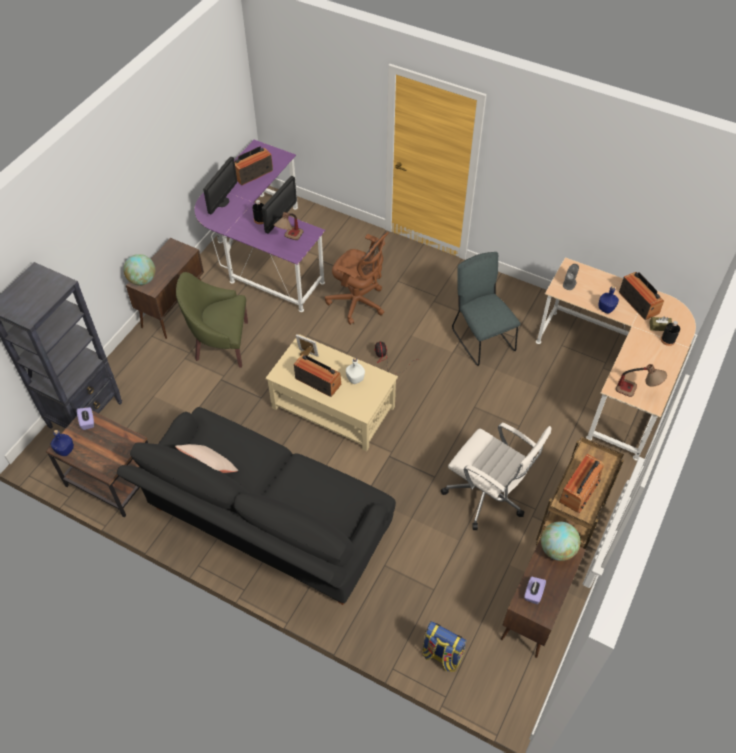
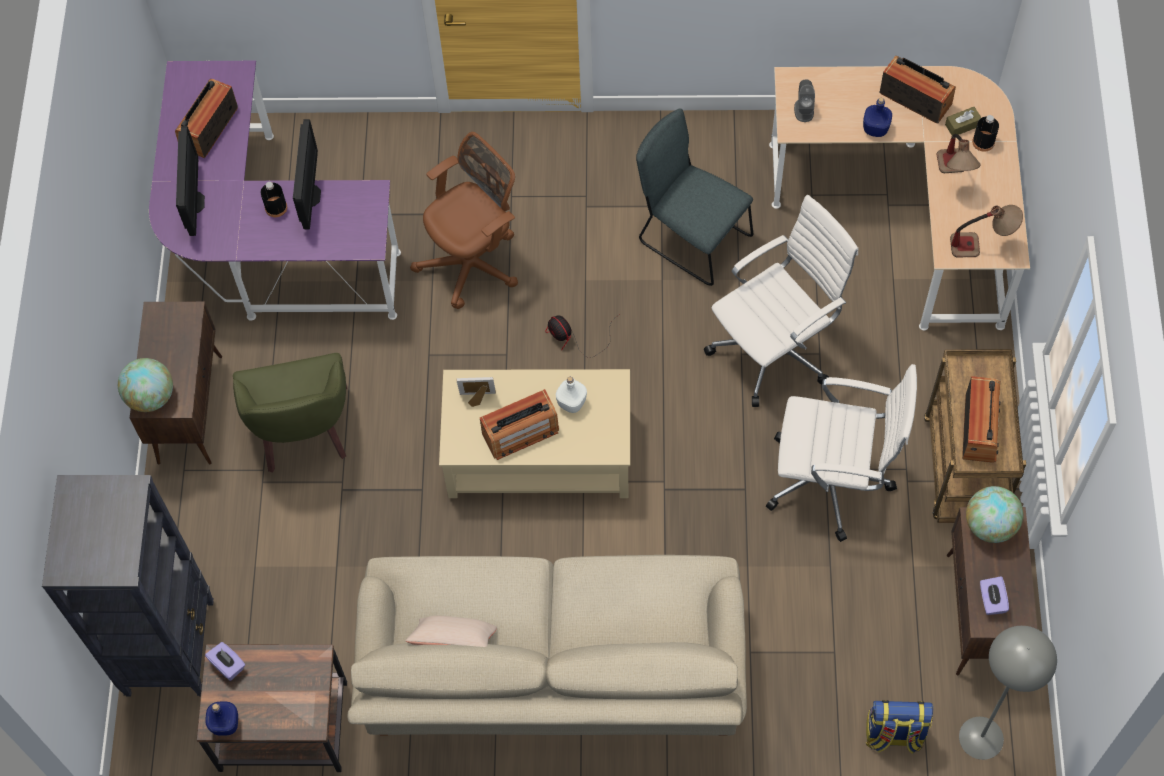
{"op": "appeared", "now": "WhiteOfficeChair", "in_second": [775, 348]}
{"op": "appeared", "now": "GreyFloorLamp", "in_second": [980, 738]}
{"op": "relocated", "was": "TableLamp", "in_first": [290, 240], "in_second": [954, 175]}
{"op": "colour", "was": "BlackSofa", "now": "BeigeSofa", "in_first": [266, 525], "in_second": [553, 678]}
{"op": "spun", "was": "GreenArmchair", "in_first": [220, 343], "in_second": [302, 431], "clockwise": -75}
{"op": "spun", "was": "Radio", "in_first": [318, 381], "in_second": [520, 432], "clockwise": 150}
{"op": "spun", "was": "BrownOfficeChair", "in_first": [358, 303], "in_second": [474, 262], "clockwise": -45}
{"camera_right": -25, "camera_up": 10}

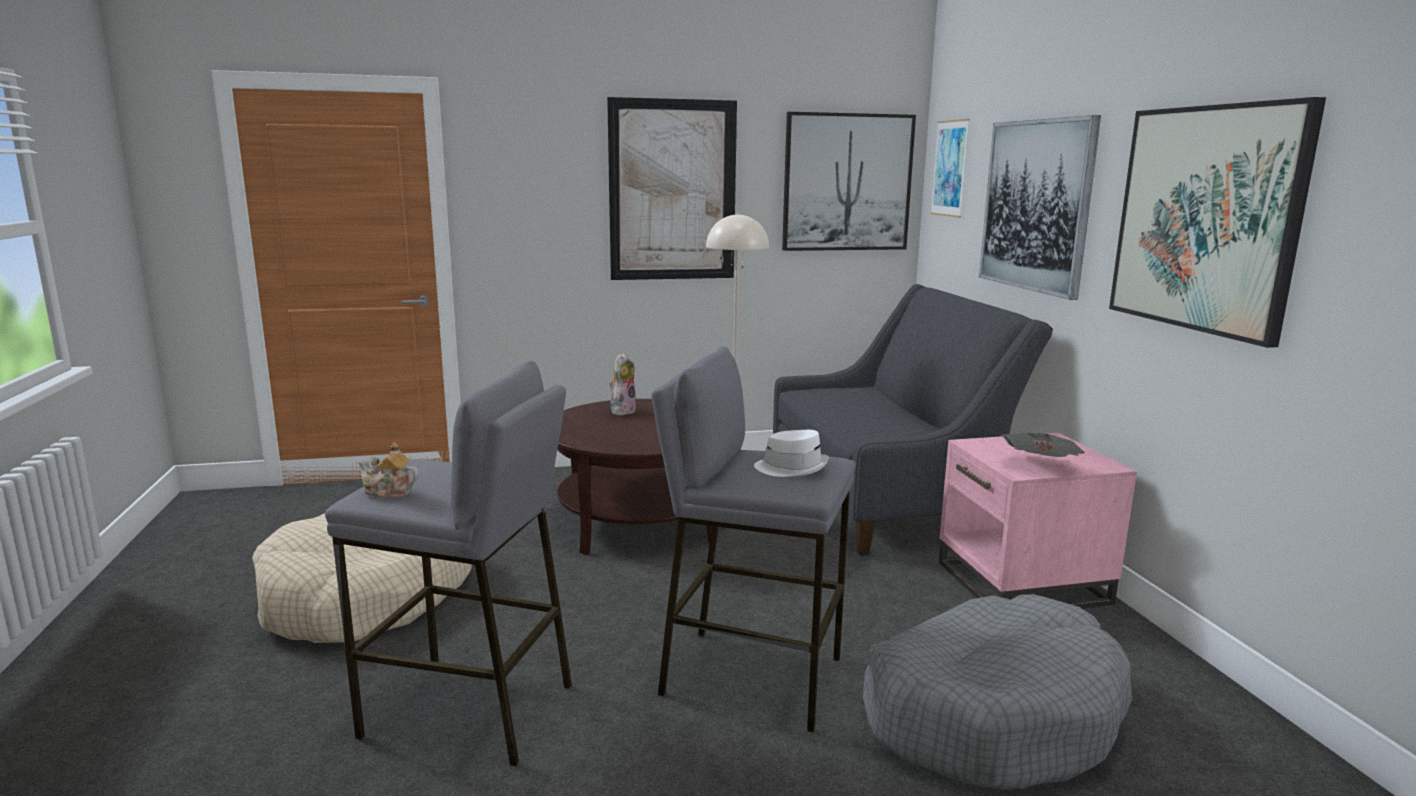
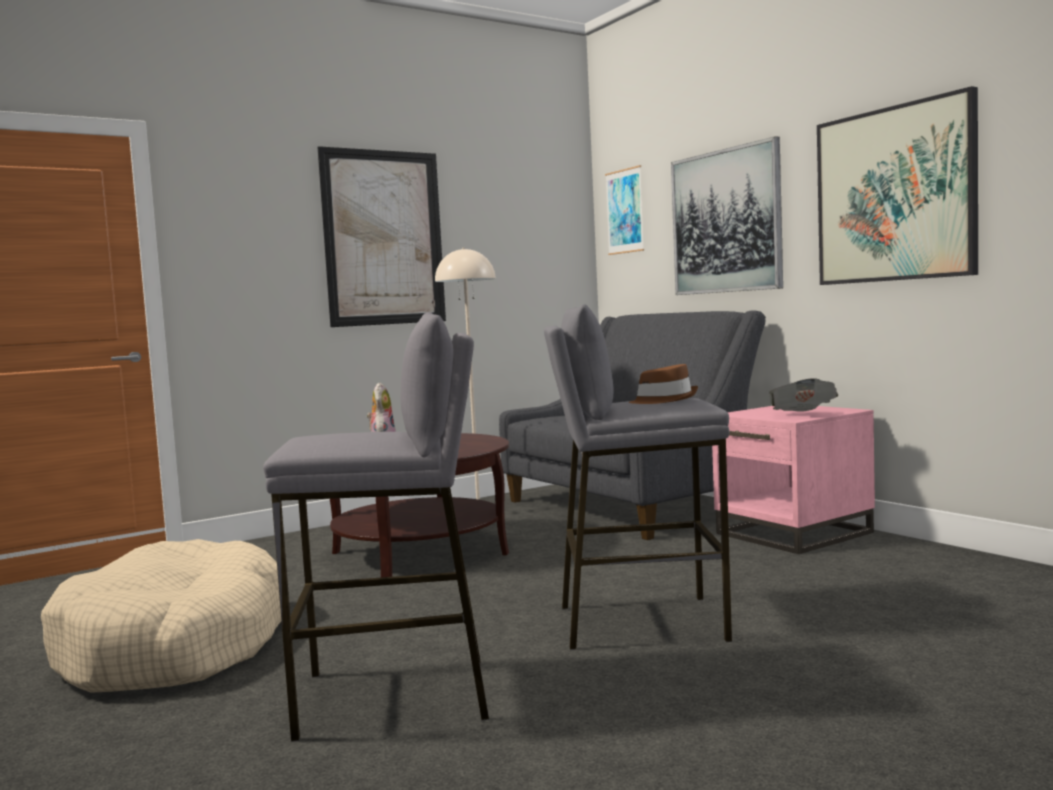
{"op": "missing", "was": "Teapot", "in_first": [388, 492]}
{"op": "missing", "was": "Picture", "in_first": [847, 182]}
{"op": "missing", "was": "GreyDogBed", "in_first": [991, 714]}
{"op": "colour", "was": "WhiteHat", "now": "BrownHat", "in_first": [792, 467], "in_second": [664, 400]}
{"camera_right": -20, "camera_up": -10}

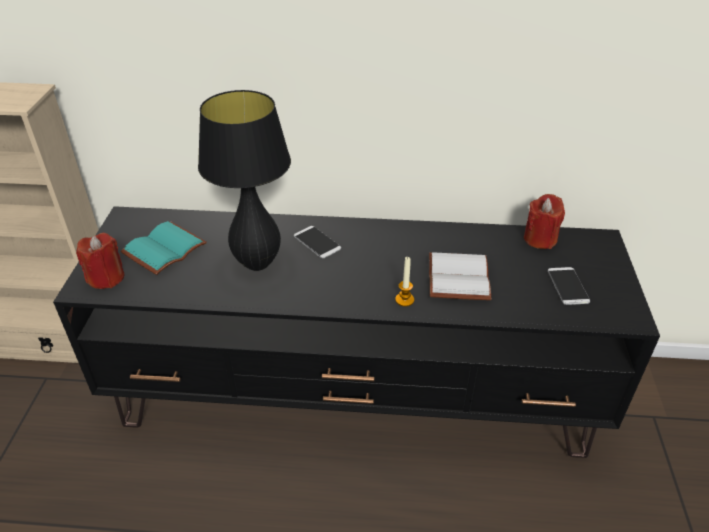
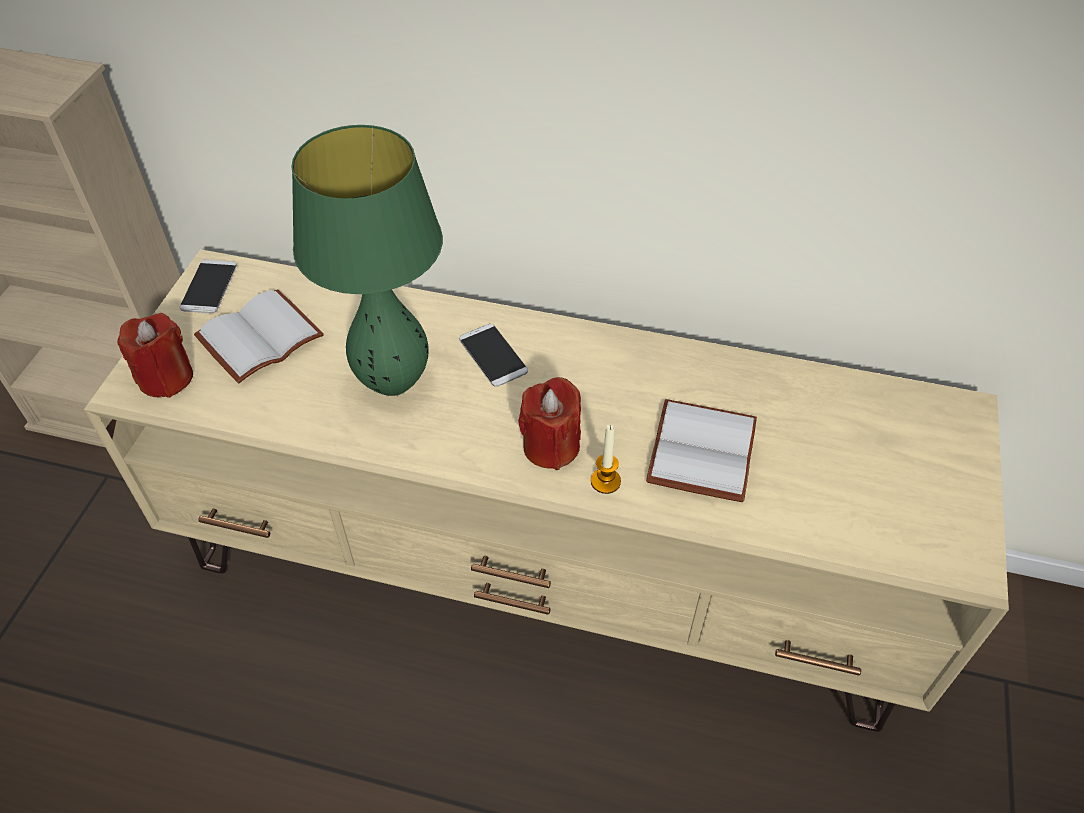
{"op": "relocated", "was": "RedCandle", "in_first": [540, 239], "in_second": [551, 446]}
{"op": "relocated", "was": "Phone", "in_first": [568, 286], "in_second": [209, 287]}
{"op": "colour", "was": "BlackTvStand", "now": "BeigeTvStand", "in_first": [356, 395], "in_second": [545, 571]}
{"op": "colour", "was": "TurquoiseBook", "now": "WhiteBook", "in_first": [164, 248], "in_second": [260, 335]}
{"op": "colour", "was": "BlackTableLamp", "now": "GreenTableLamp", "in_first": [258, 263], "in_second": [394, 382]}
{"camera_right": 10, "camera_up": 10}

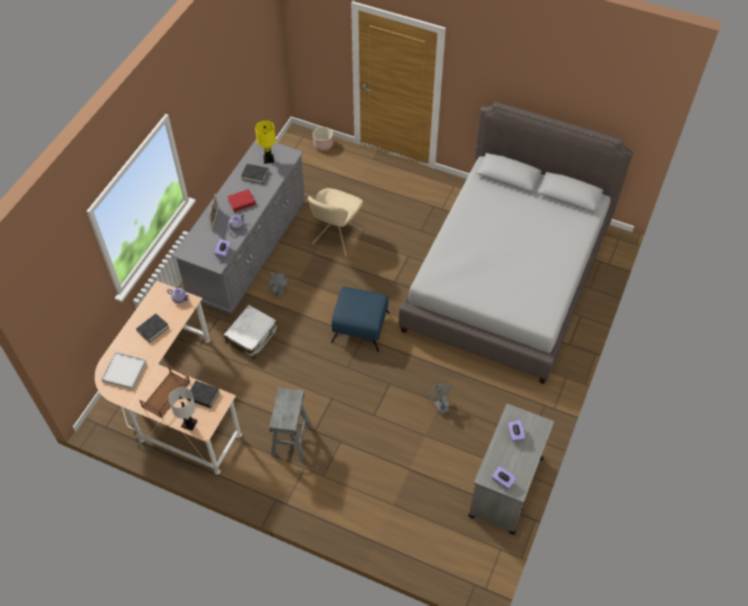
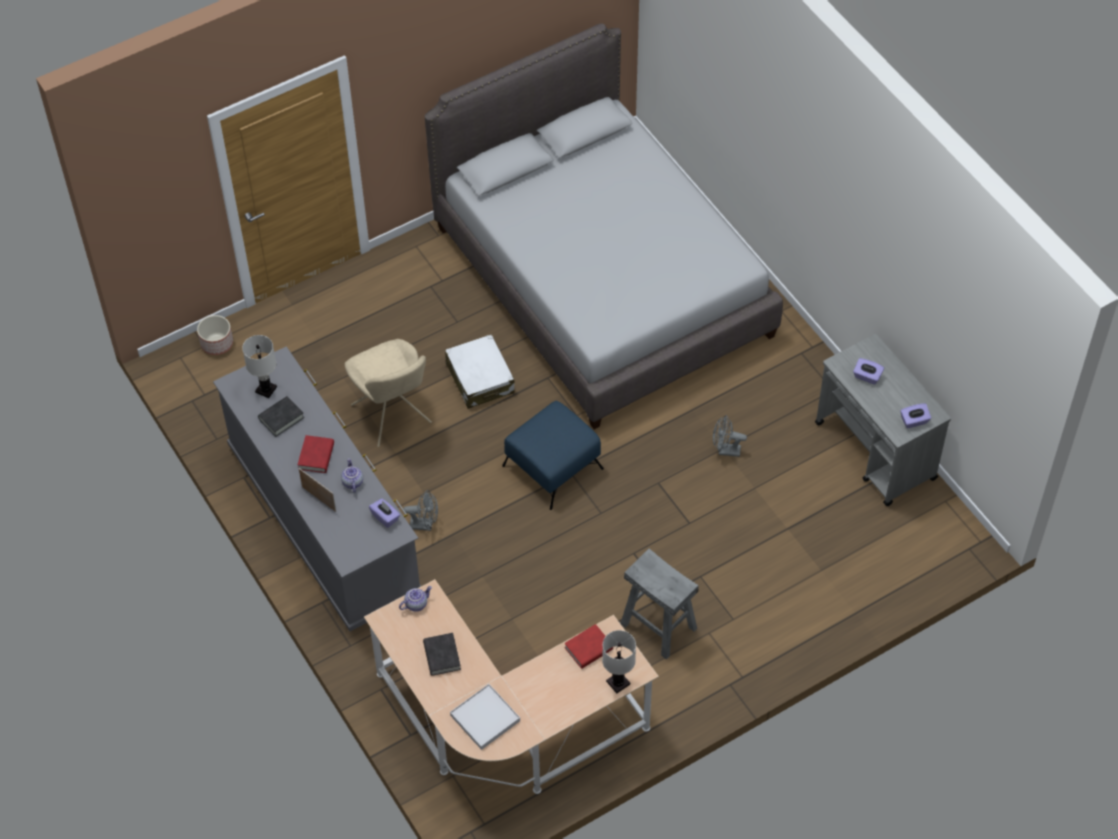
{"op": "missing", "was": "BrownTray", "in_first": [166, 395]}
{"op": "relocated", "was": "WhiteSuitcase", "in_first": [252, 336], "in_second": [480, 378]}
{"op": "colour", "was": "BlackBook", "now": "RedBook", "in_first": [203, 396], "in_second": [588, 649]}
{"op": "colour", "was": "YellowTableLamp", "now": "WhiteTableLamp", "in_first": [268, 159], "in_second": [266, 389]}
{"camera_right": -55, "camera_up": 0}

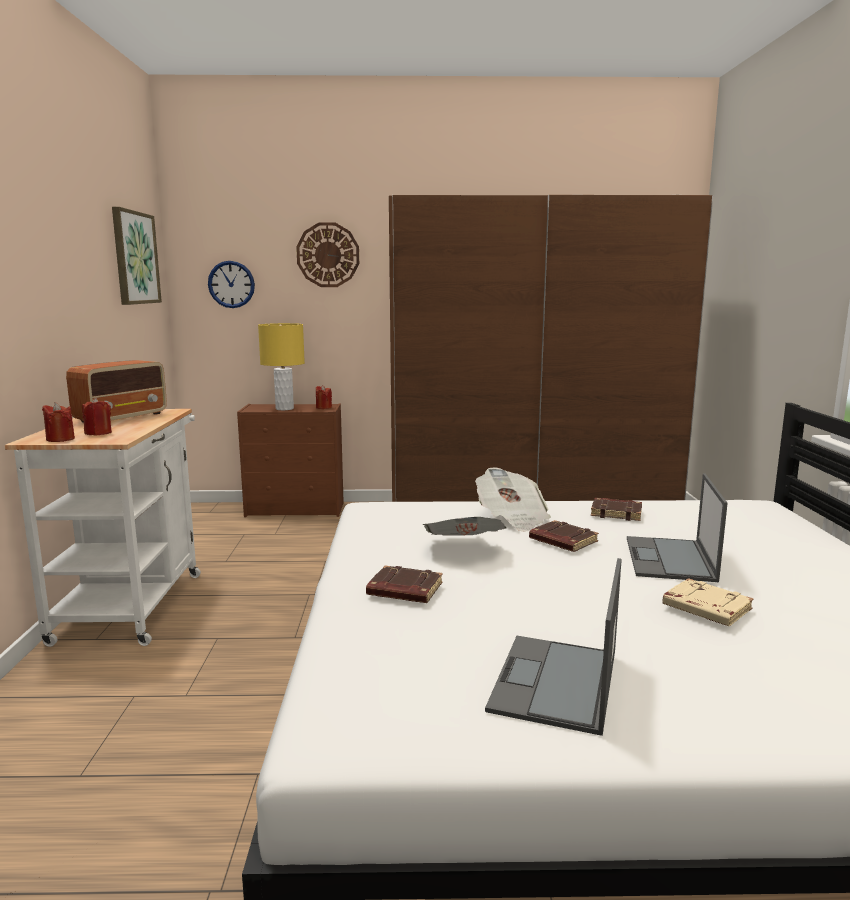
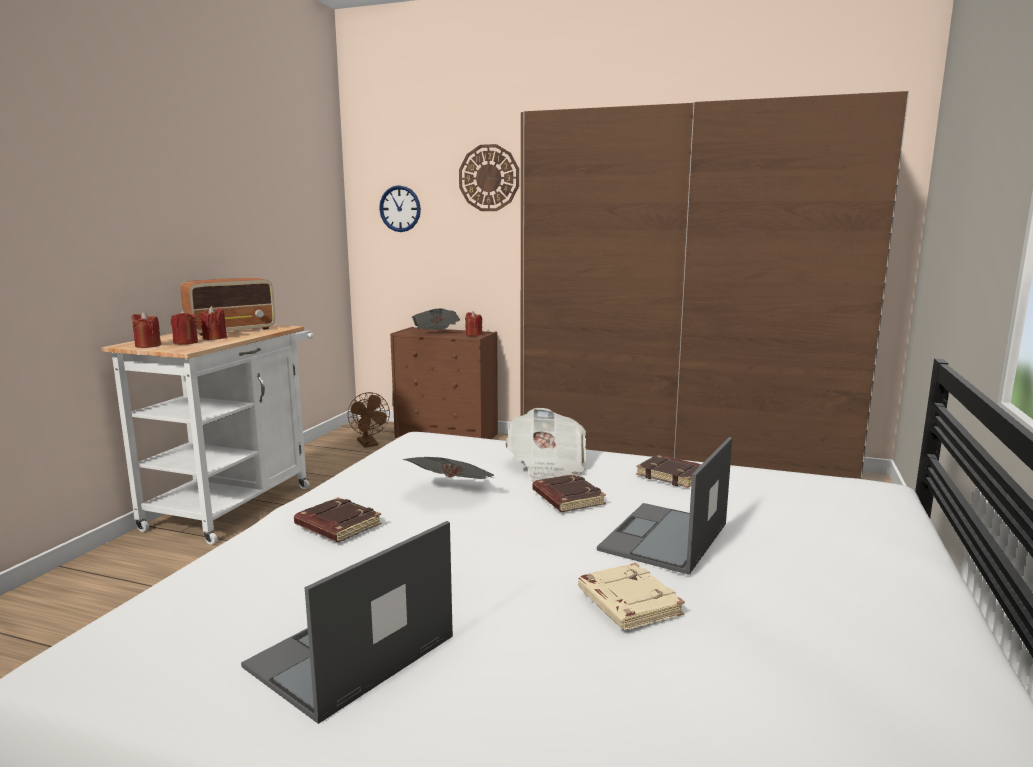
{"op": "missing", "was": "Picture", "in_first": [135, 258]}
{"op": "appeared", "now": "RedCandle", "in_second": [214, 338]}
{"op": "appeared", "now": "BrownFan", "in_second": [369, 444]}
{"op": "exchanged", "was": "YellowTableLamp", "now": "Newspaper", "in_first": [284, 408], "in_second": [436, 333]}
{"camera_right": 20, "camera_up": 0}

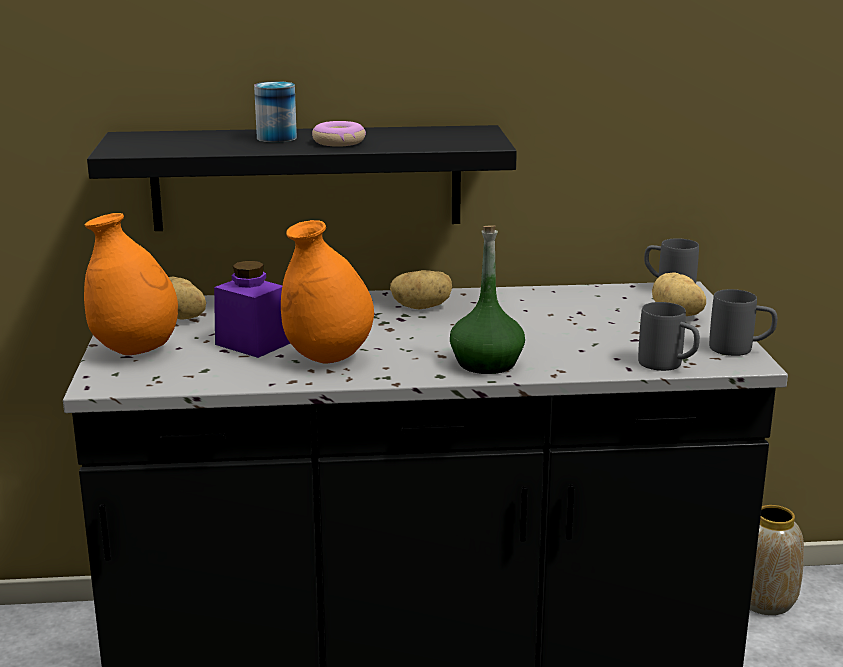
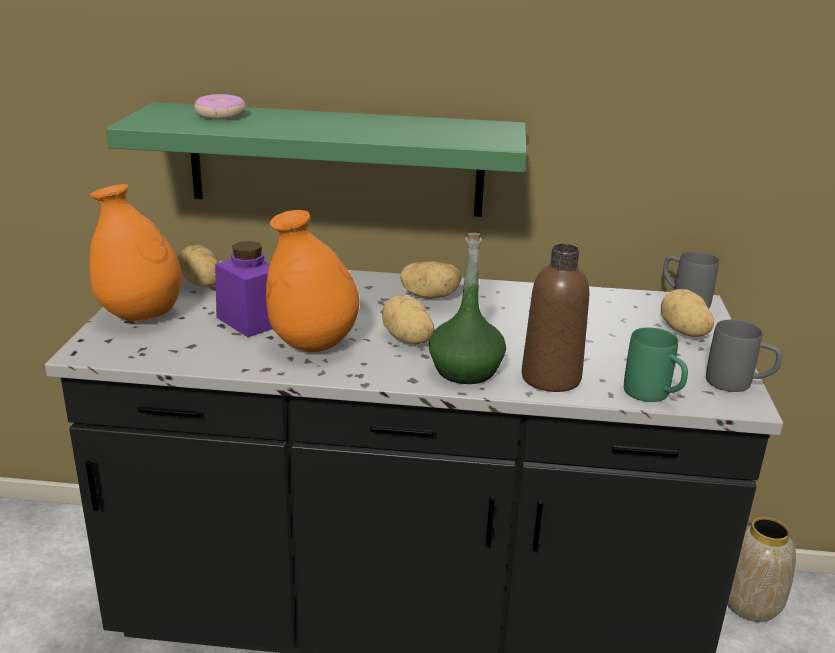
{"op": "missing", "was": "Can", "in_first": [276, 138]}
{"op": "appeared", "now": "Potato", "in_second": [407, 339]}
{"op": "appeared", "now": "BrownBottle", "in_second": [551, 378]}
{"op": "relocated", "was": "Donut", "in_first": [339, 142], "in_second": [220, 115]}
{"op": "colour", "was": "BlackShelf", "now": "GreenShelf", "in_first": [307, 178], "in_second": [336, 160]}
{"op": "colour", "was": "GreyMug", "now": "GreenMug", "in_first": [668, 365], "in_second": [654, 396]}
{"camera_right": 10, "camera_up": 5}

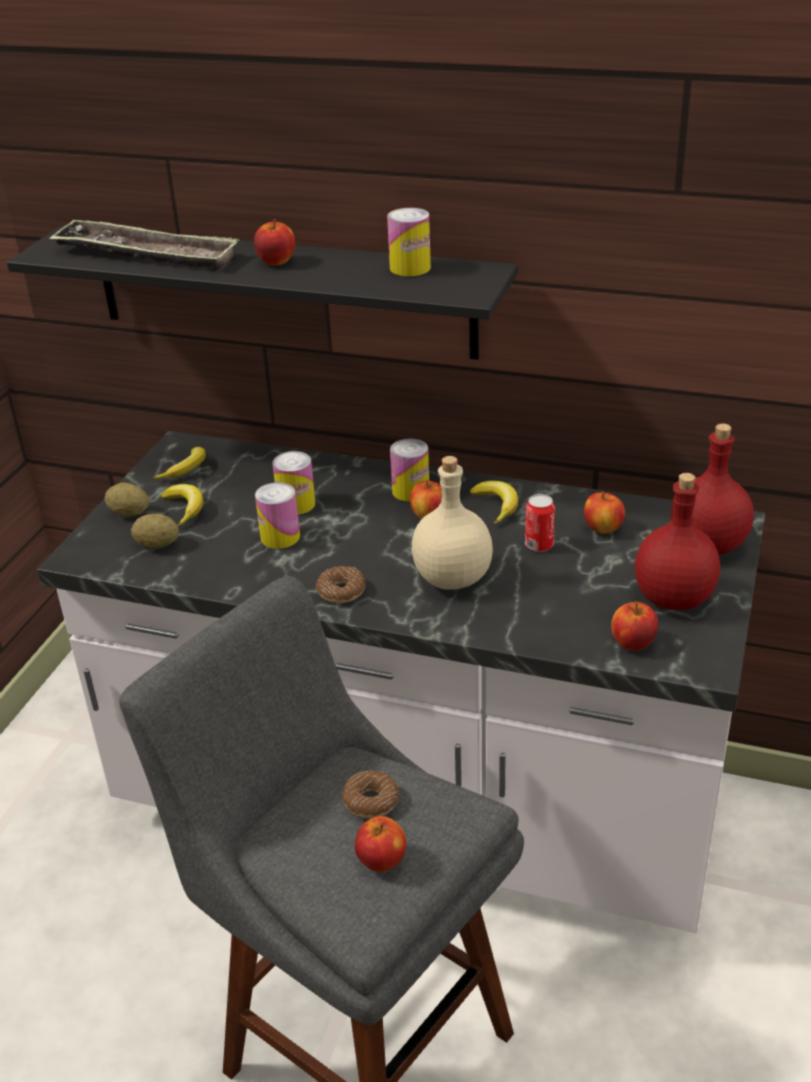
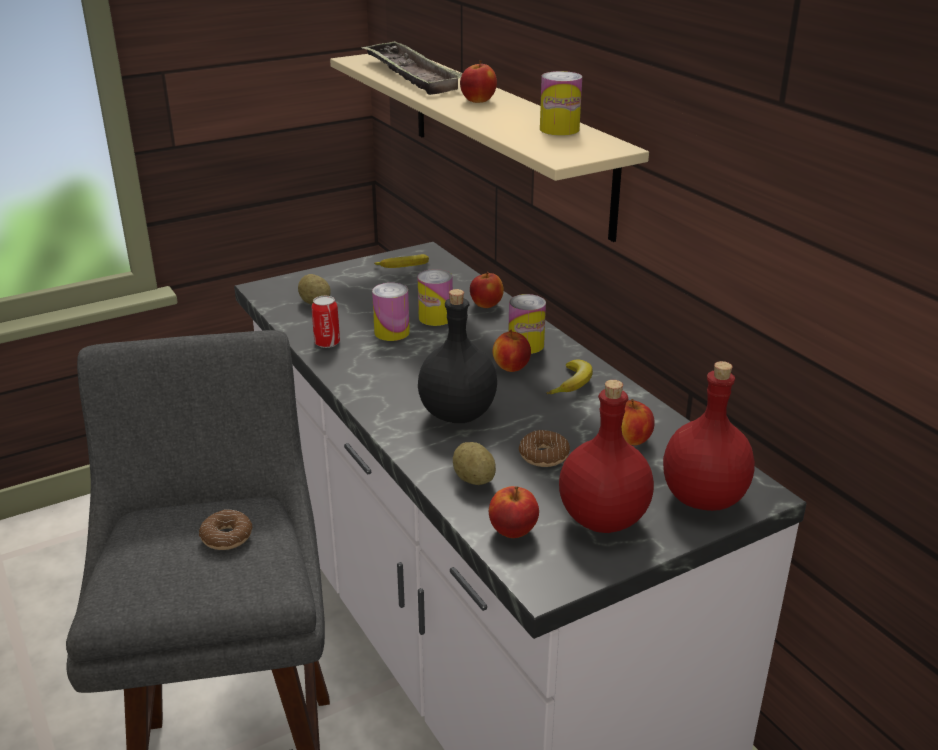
{"op": "missing", "was": "Banana", "in_first": [185, 508]}
{"op": "relocated", "was": "Potato", "in_first": [129, 513], "in_second": [474, 479]}
{"op": "relocated", "was": "Donut", "in_first": [341, 591], "in_second": [544, 456]}
{"op": "relocated", "was": "Apple", "in_first": [381, 861], "in_second": [486, 305]}
{"op": "relocated", "was": "Can", "in_first": [539, 545], "in_second": [327, 343]}
{"op": "colour", "was": "BlackShelf", "now": "BeigeShelf", "in_first": [282, 291], "in_second": [506, 137]}
{"op": "colour", "was": "BeigeBottle", "now": "BlackBottle", "in_first": [451, 578], "in_second": [456, 413]}
{"camera_right": 40, "camera_up": -5}

